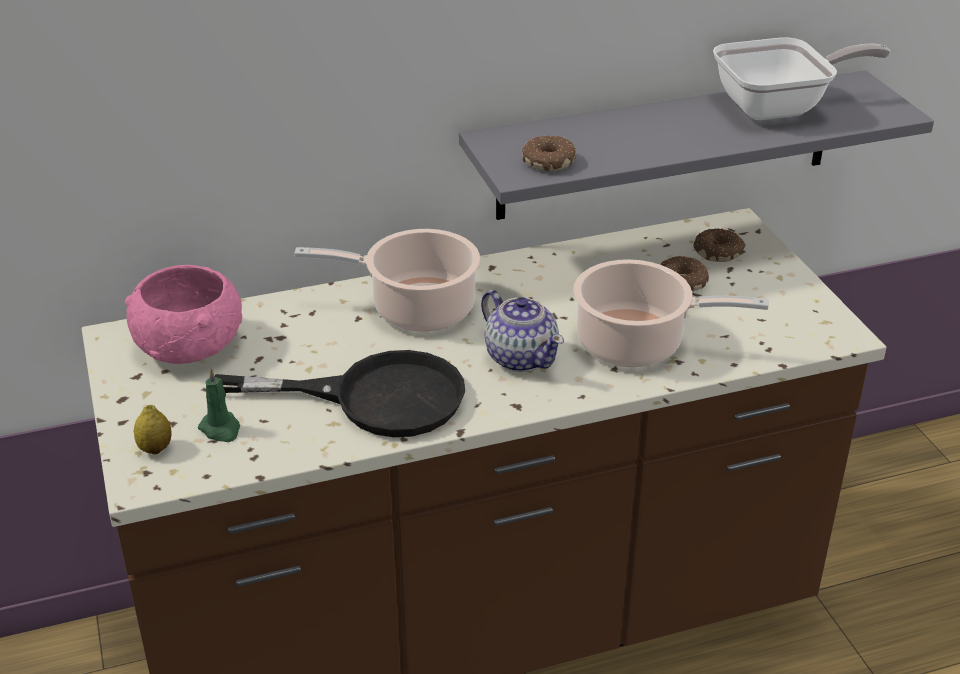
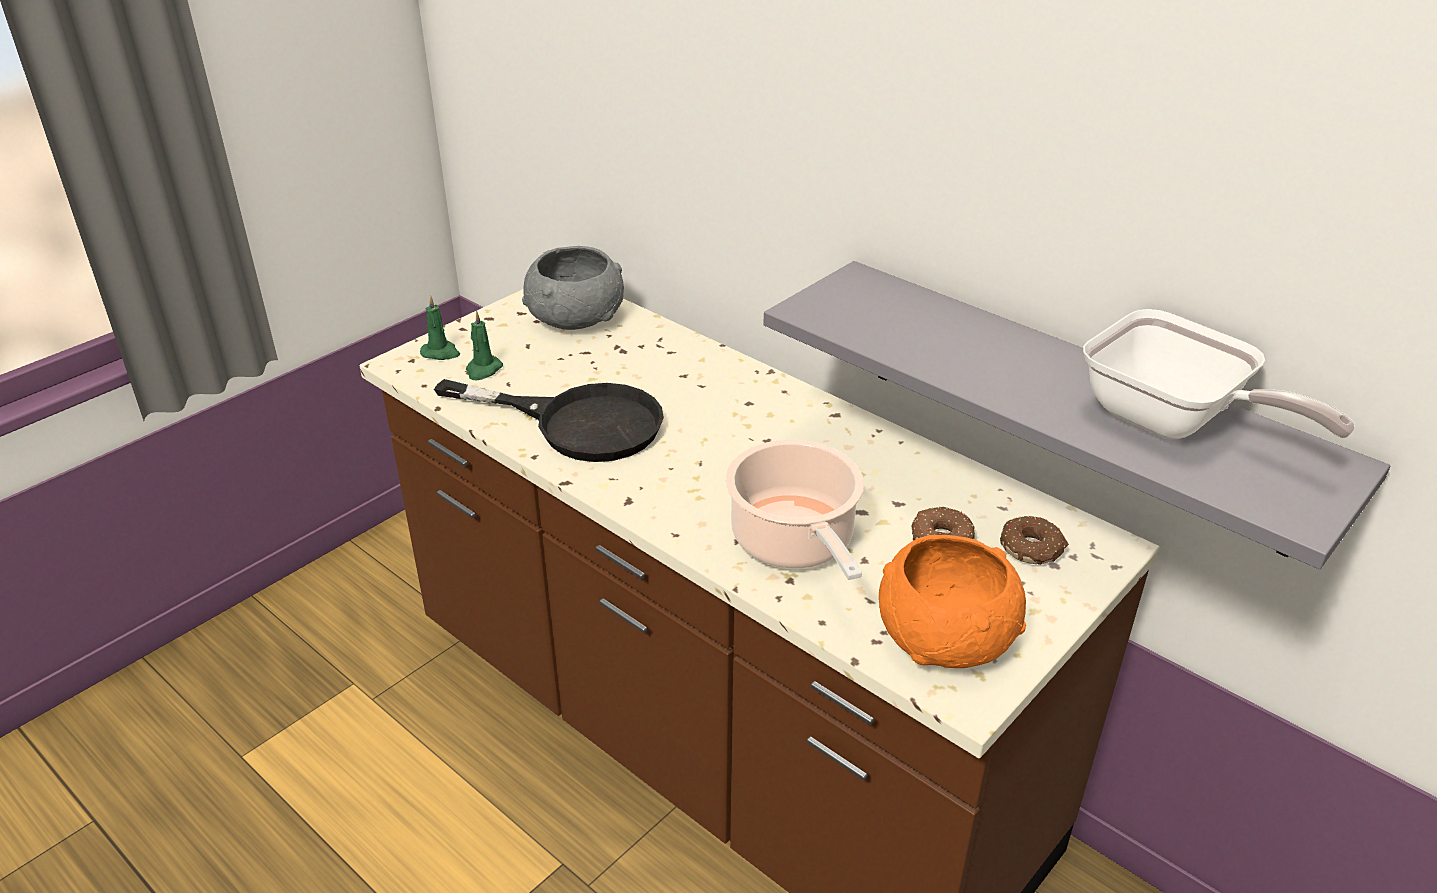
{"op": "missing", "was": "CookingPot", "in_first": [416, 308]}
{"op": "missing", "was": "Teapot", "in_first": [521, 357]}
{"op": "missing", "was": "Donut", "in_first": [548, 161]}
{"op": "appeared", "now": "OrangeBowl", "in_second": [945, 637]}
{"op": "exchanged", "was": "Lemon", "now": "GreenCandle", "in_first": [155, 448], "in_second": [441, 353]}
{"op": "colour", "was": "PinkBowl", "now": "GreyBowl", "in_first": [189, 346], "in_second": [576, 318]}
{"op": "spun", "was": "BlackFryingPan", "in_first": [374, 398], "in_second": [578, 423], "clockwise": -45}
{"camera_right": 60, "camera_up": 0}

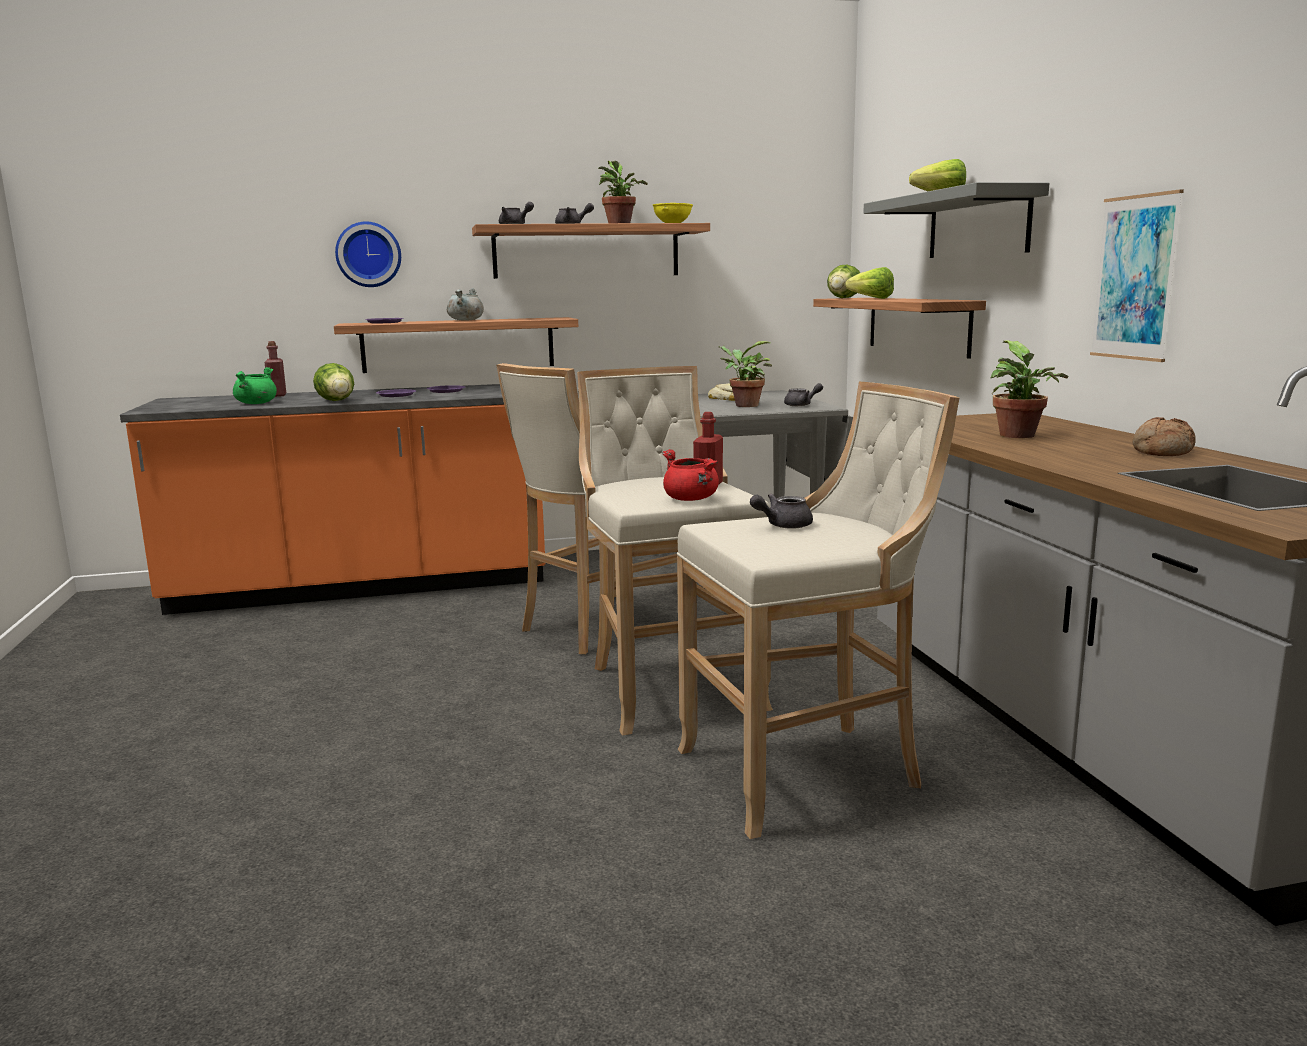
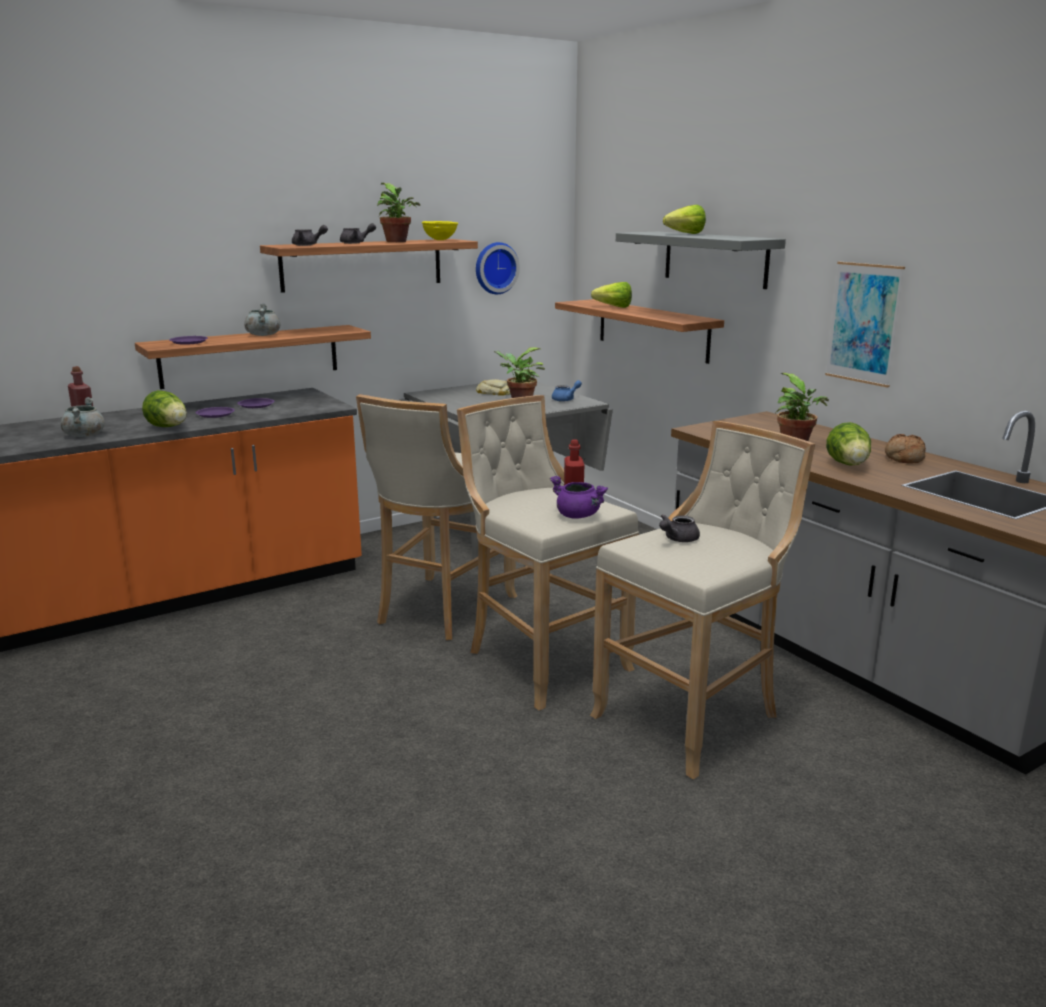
{"op": "relocated", "was": "WallClock", "in_first": [368, 254], "in_second": [495, 268]}
{"op": "relocated", "was": "Lettuce", "in_first": [842, 298], "in_second": [849, 465]}
{"op": "colour", "was": "GreenCookingPot", "now": "GreyCookingPot", "in_first": [256, 403], "in_second": [84, 435]}
{"op": "colour", "was": "RedCookingPot", "now": "PurpleCookingPot", "in_first": [691, 499], "in_second": [578, 516]}
{"op": "colour", "was": "GreyTeapot", "now": "BlueTeapot", "in_first": [802, 405], "in_second": [566, 399]}
{"camera_right": -20, "camera_up": 5}

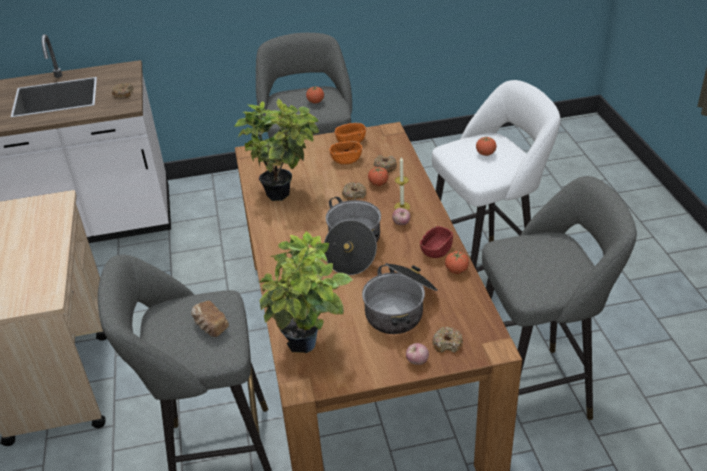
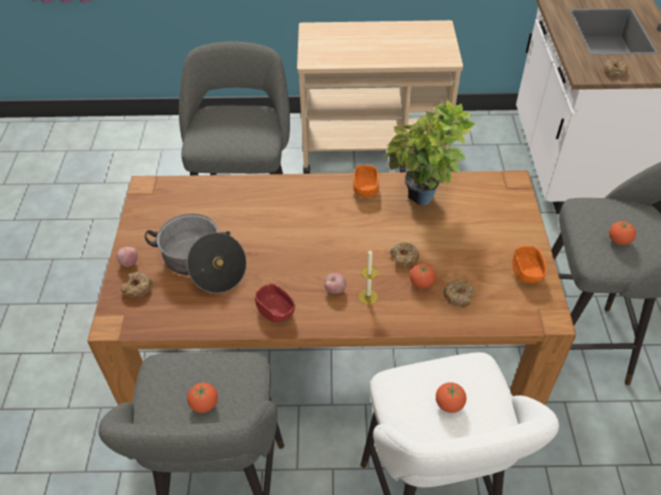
{"op": "missing", "was": "Bread", "in_first": [210, 326]}
{"op": "missing", "was": "PottedPlant", "in_first": [308, 348]}
{"op": "missing", "was": "CookingPot", "in_first": [353, 247]}
{"op": "relocated", "was": "OrangeBowl", "in_first": [346, 160], "in_second": [365, 189]}
{"op": "relocated", "was": "Tomato", "in_first": [456, 270], "in_second": [204, 404]}
{"camera_right": 100, "camera_up": 10}

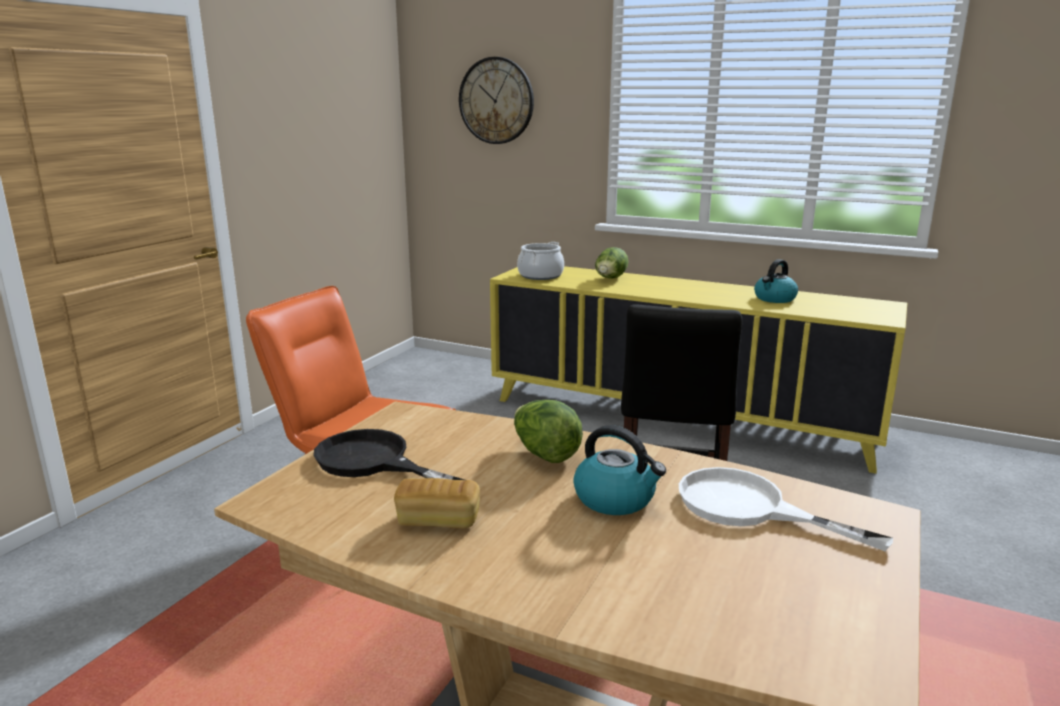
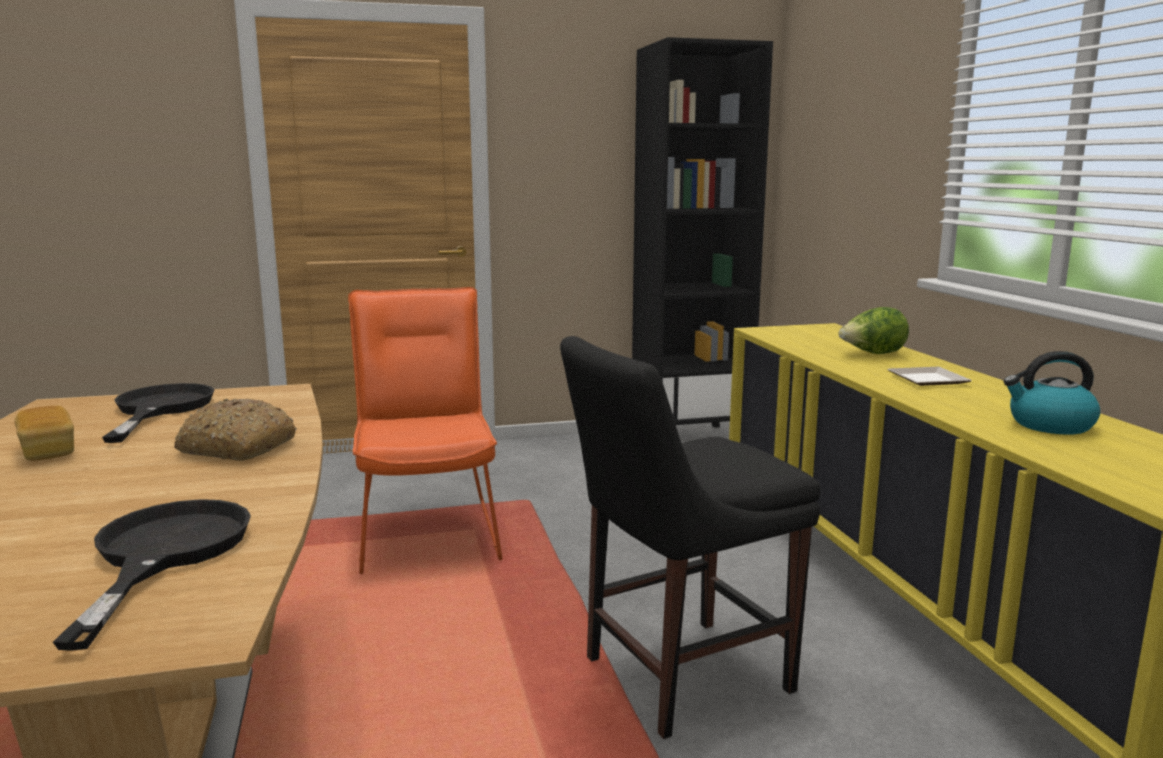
{"op": "missing", "was": "WallClock", "in_first": [496, 101]}
{"op": "missing", "was": "CookingPot", "in_first": [540, 276]}
{"op": "missing", "was": "Kettle", "in_first": [616, 499]}
{"op": "appeared", "now": "BlackBookcase", "in_second": [690, 439]}
{"op": "appeared", "now": "Plate", "in_second": [927, 380]}
{"op": "exchanged", "was": "Lettuce", "now": "Bread", "in_first": [544, 454], "in_second": [236, 448]}
{"op": "colour", "was": "WhiteFryingPan", "now": "BlackFryingPan", "in_first": [749, 508], "in_second": [164, 554]}
{"camera_right": 50, "camera_up": -5}

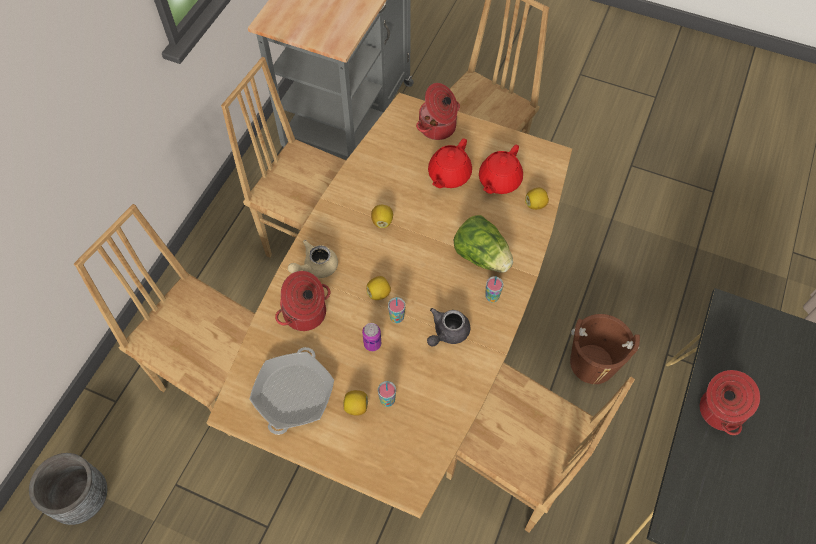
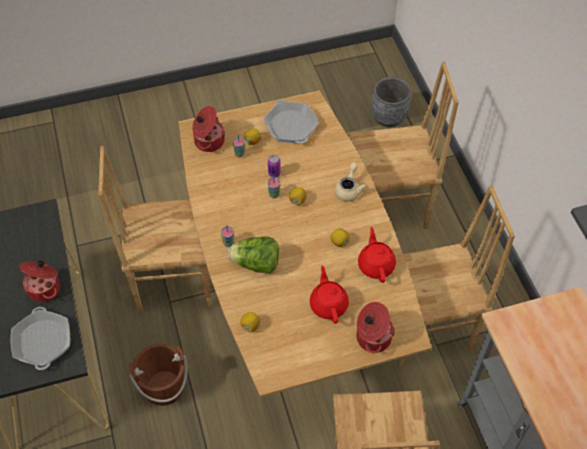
{"op": "missing", "was": "GreyTeapot", "in_first": [447, 333]}
{"op": "appeared", "now": "FryingPan", "in_second": [42, 342]}
{"op": "relocated", "was": "CookingPot", "in_first": [306, 314], "in_second": [208, 141]}
{"op": "relocated", "was": "RedTeapot", "in_first": [499, 181], "in_second": [376, 265]}
{"camera_right": 140, "camera_up": -5}

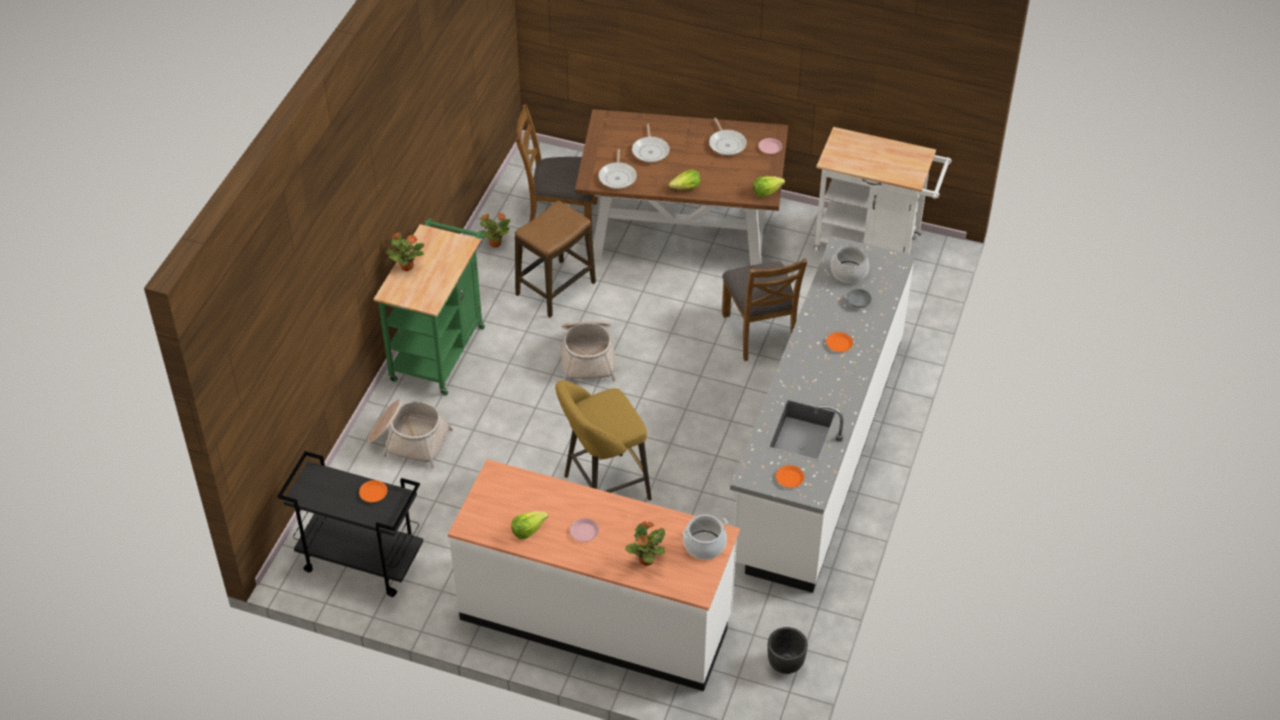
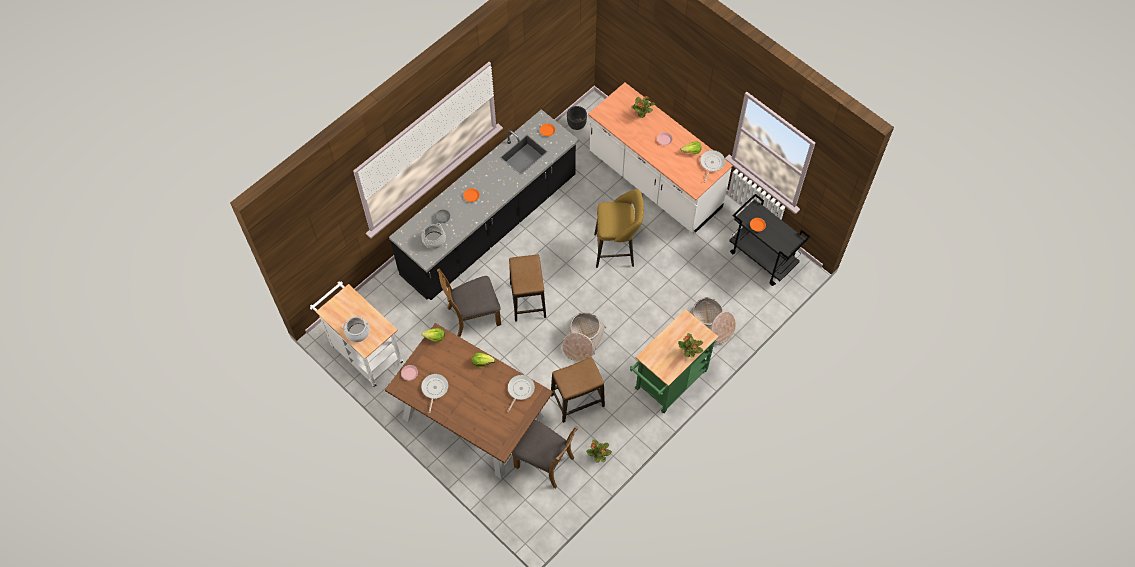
{"op": "appeared", "now": "Stool", "in_second": [527, 300]}
{"op": "relocated", "was": "FryingPan", "in_first": [650, 150], "in_second": [711, 163]}
{"op": "relocated", "was": "CookingPot", "in_first": [704, 545], "in_second": [357, 332]}
{"op": "colour", "was": "WhiteCounter", "now": "BlackCounter", "in_first": [818, 450], "in_second": [490, 227]}
{"op": "spun", "was": "BrownChair", "in_first": [760, 332], "in_second": [473, 315], "clockwise": -120}
{"camera_right": -155, "camera_up": 15}

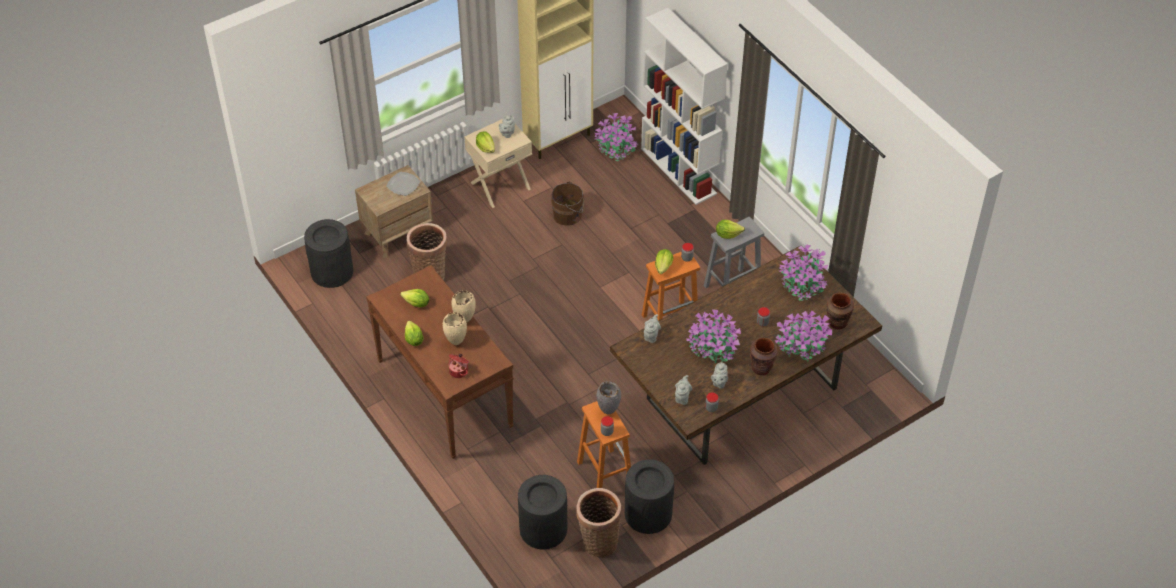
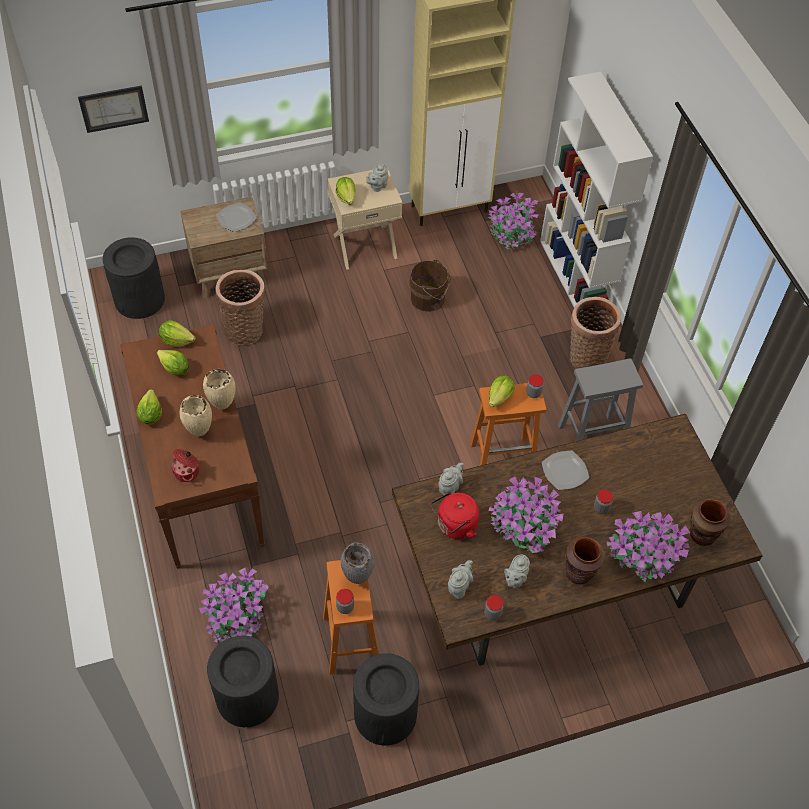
{"op": "appeared", "now": "Picture", "in_second": [114, 108]}
{"op": "appeared", "now": "RedKettle", "in_second": [455, 526]}
{"op": "appeared", "now": "Plate", "in_second": [565, 471]}
{"op": "relocated", "was": "Basket", "in_first": [598, 541], "in_second": [586, 357]}
{"op": "relocated", "was": "Lettuce", "in_first": [728, 234], "in_second": [177, 340]}
{"op": "relocated", "was": "PottedPlant", "in_first": [802, 284], "in_second": [237, 616]}
{"camera_right": 15, "camera_up": 5}

